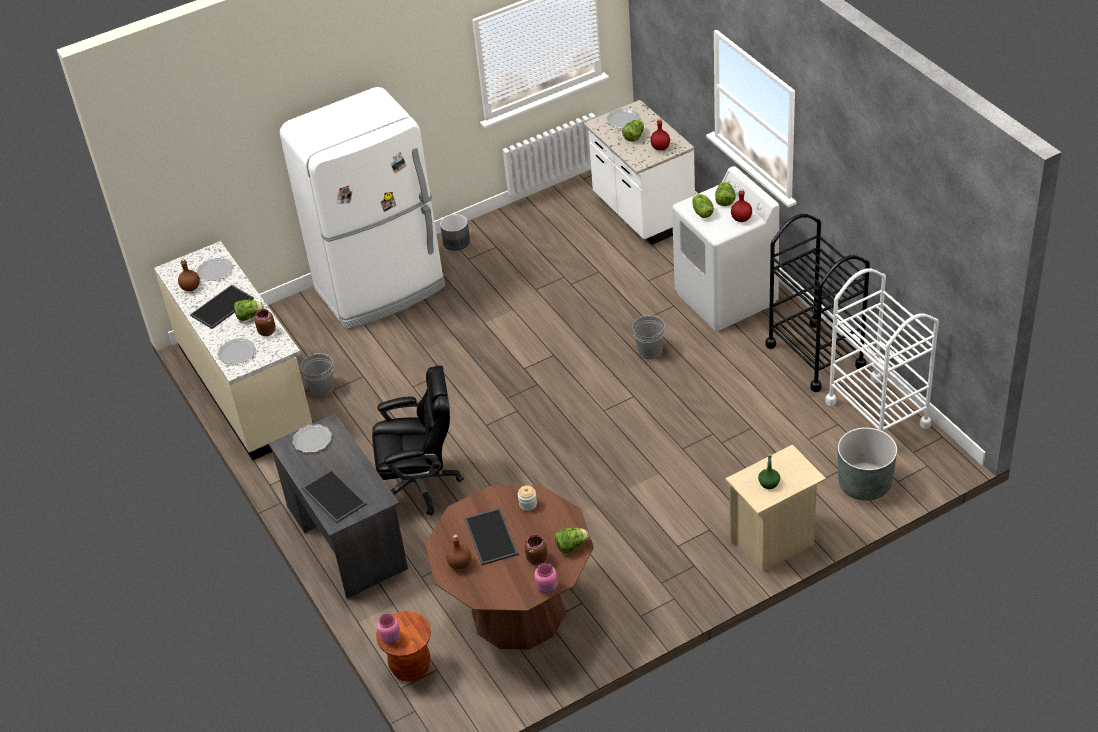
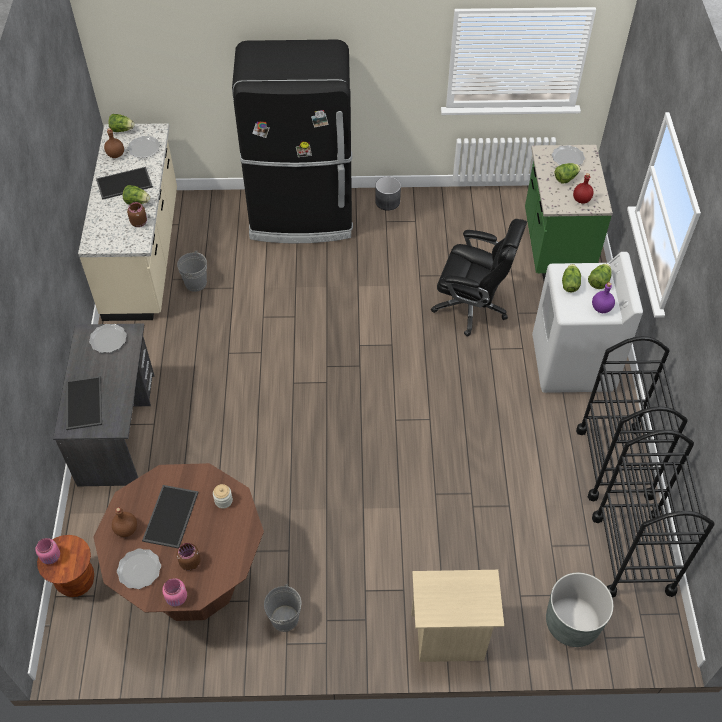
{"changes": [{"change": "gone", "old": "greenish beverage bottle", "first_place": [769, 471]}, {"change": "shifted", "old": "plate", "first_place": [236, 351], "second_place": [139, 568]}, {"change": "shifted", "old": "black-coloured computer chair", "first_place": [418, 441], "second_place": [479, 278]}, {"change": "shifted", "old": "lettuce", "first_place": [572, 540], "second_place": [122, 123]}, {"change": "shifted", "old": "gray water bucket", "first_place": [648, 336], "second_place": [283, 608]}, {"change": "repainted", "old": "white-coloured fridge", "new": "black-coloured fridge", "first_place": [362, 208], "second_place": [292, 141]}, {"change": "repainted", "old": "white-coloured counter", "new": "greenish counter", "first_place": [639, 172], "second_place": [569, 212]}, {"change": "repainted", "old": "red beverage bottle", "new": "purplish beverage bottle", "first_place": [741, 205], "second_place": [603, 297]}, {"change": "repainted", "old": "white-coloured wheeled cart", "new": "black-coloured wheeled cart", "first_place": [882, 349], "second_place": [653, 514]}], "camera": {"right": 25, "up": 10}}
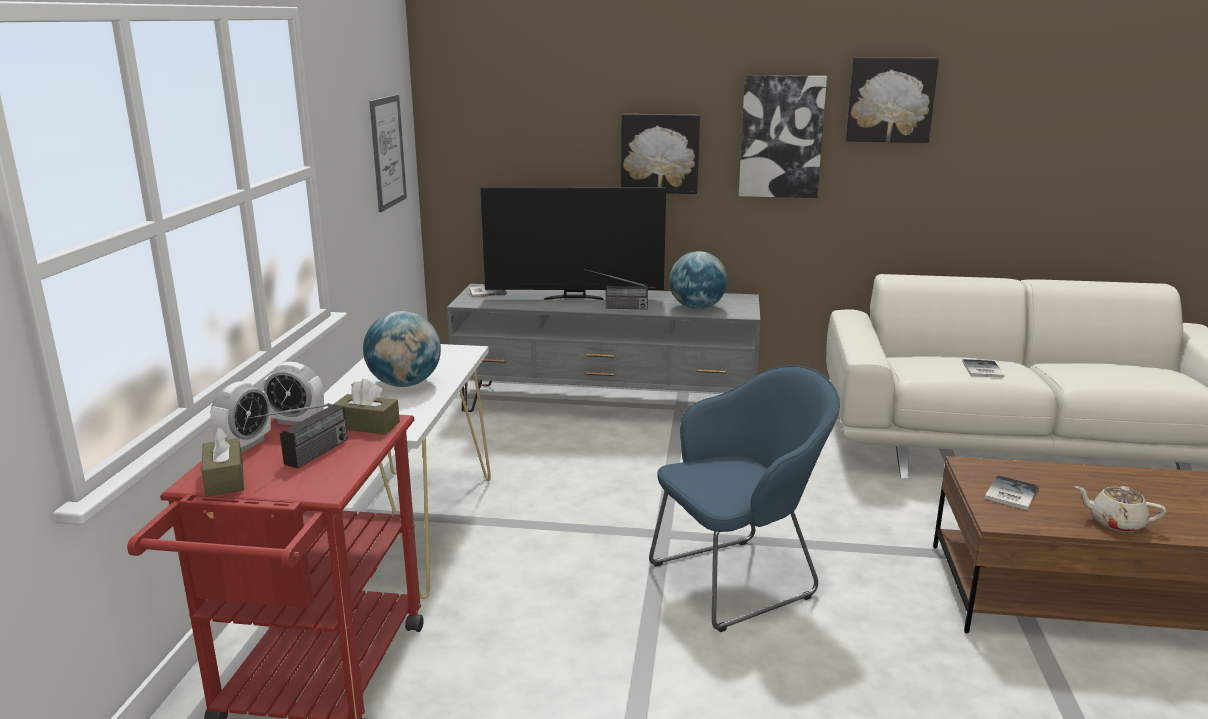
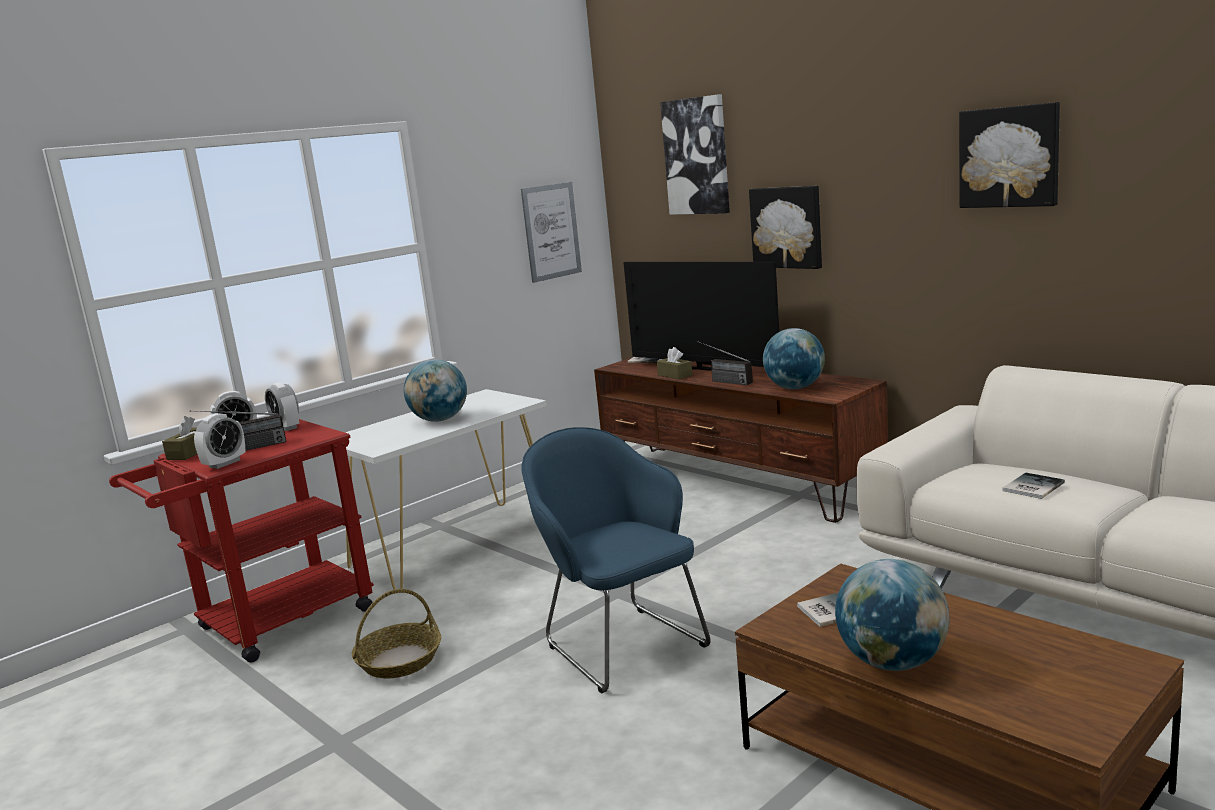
{"changes": [{"change": "new", "new": "alarm clock", "second_place": [220, 441]}, {"change": "new", "new": "basket", "second_place": [396, 634]}, {"change": "shifted", "old": "brownish box of tissues", "first_place": [367, 406], "second_place": [674, 363]}, {"change": "shifted", "old": "wall art", "first_place": [783, 136], "second_place": [695, 154]}, {"change": "swapped", "old": "beige tea pot", "new": "world globe", "first_place": [1120, 509], "second_place": [892, 615]}, {"change": "repainted", "old": "gray tv unit", "new": "brownish tv unit", "first_place": [603, 348], "second_place": [741, 440]}, {"change": "rotated", "old": "blue-coloured armchair", "first_place": [744, 499], "second_place": [616, 560], "degrees": -135}], "camera": {"right": 40, "up": -5}}
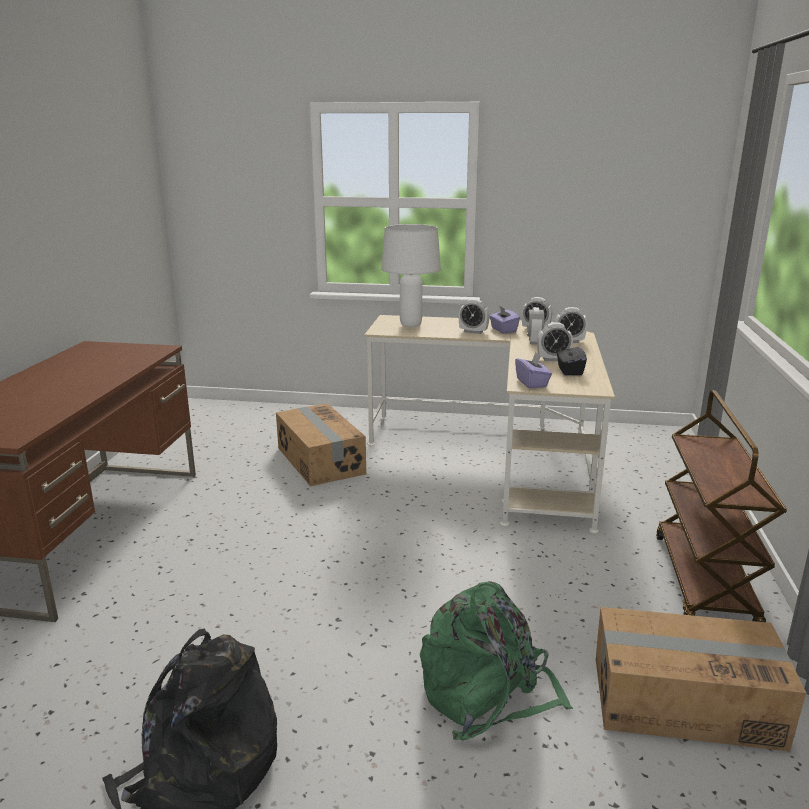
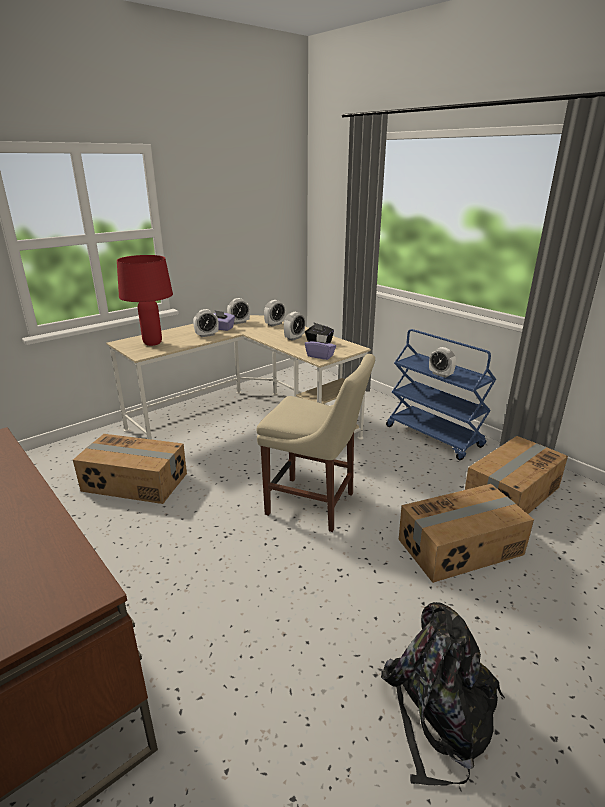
{"changes": [{"change": "new", "new": "beige chair", "second_place": [315, 443]}, {"change": "shifted", "old": "alarm clock", "first_place": [535, 325], "second_place": [442, 362]}, {"change": "swapped", "old": "greenish backpack", "new": "carton", "first_place": [496, 660], "second_place": [466, 533]}, {"change": "repainted", "old": "white-coloured tabletop lamp", "new": "red tabletop lamp", "first_place": [411, 275], "second_place": [145, 300]}, {"change": "repainted", "old": "brownish wheeled cart", "new": "blue-coloured wheeled cart", "first_place": [721, 506], "second_place": [441, 394]}], "camera": {"right": -50, "up": 5}}
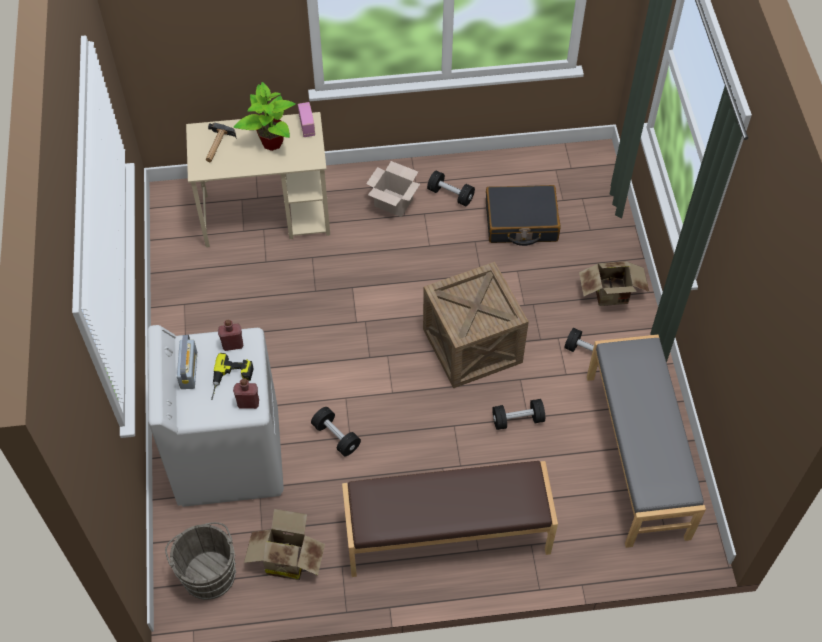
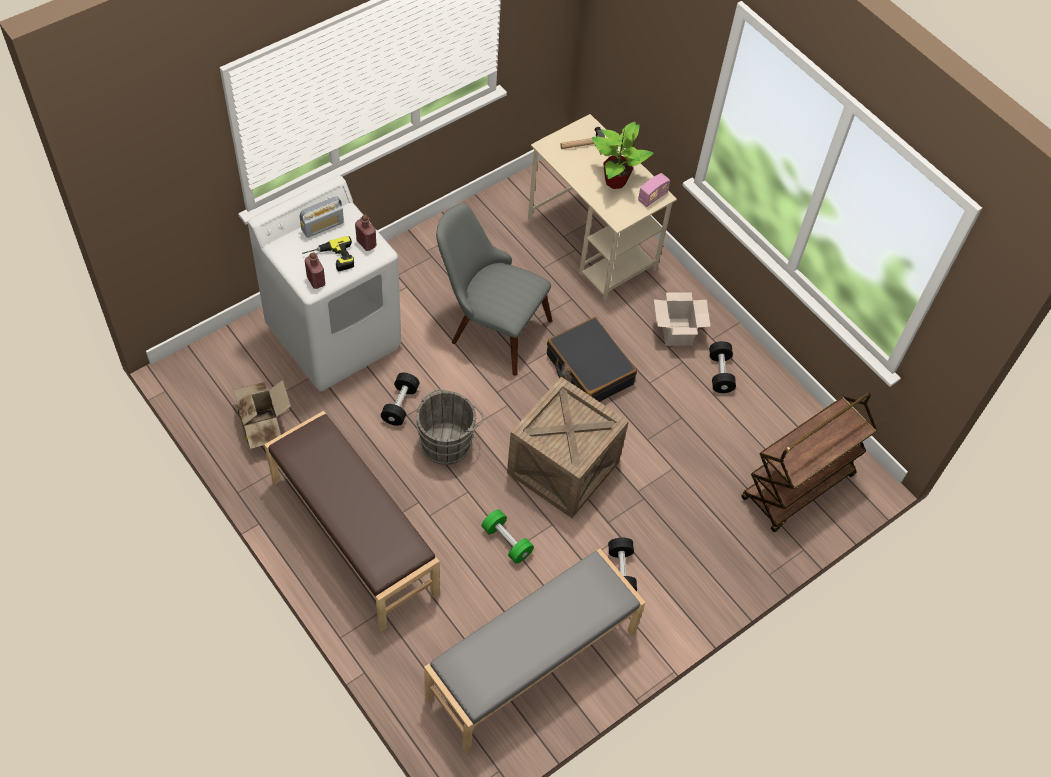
{"changes": [{"change": "gone", "old": "carton", "first_place": [614, 283]}, {"change": "new", "new": "gray chair", "second_place": [494, 289]}, {"change": "new", "new": "brownish wheeled cart", "second_place": [809, 462]}, {"change": "shifted", "old": "gray water bucket", "first_place": [200, 561], "second_place": [450, 427]}, {"change": "shifted", "old": "black-coloured suitcase", "first_place": [523, 215], "second_place": [592, 359]}, {"change": "repainted", "old": "black-coloured hand weight", "new": "greenish hand weight", "first_place": [518, 414], "second_place": [507, 536]}], "camera": {"right": 55, "up": 0}}
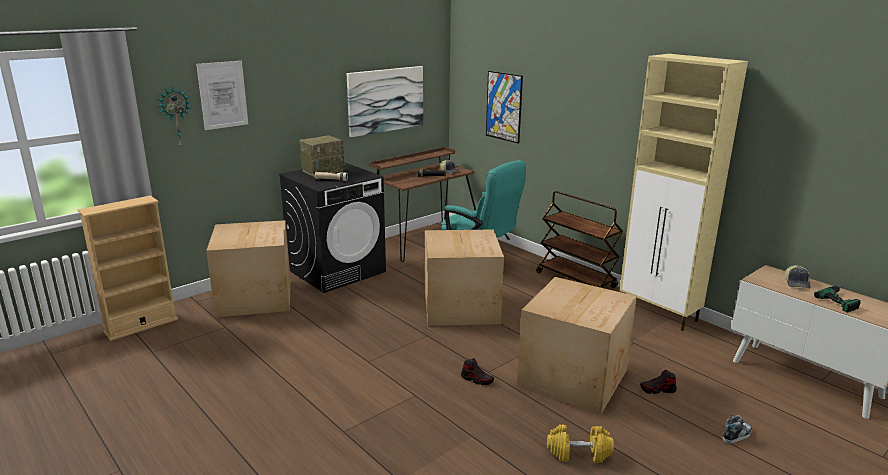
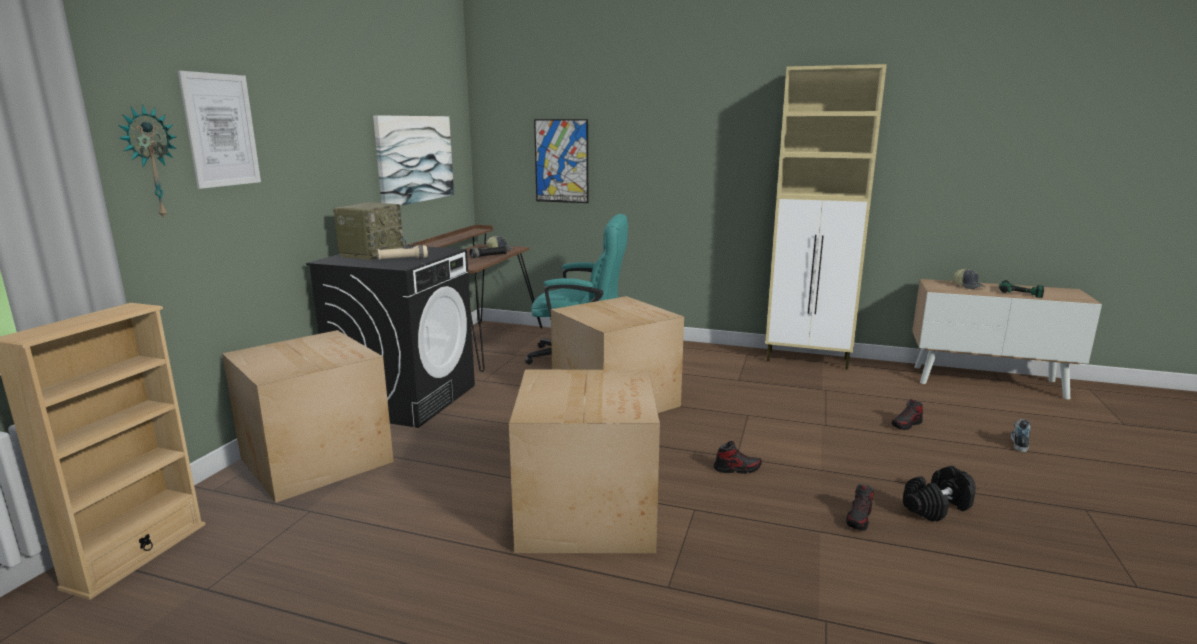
{"changes": [{"change": "gone", "old": "brownish wheeled cart", "first_place": [579, 239]}, {"change": "new", "new": "item of footwear", "second_place": [860, 507]}, {"change": "shifted", "old": "carton", "first_place": [577, 345], "second_place": [584, 461]}, {"change": "repainted", "old": "yellow hand weight", "new": "black-coloured hand weight", "first_place": [580, 443], "second_place": [939, 494]}], "camera": {"right": -30, "up": -5}}
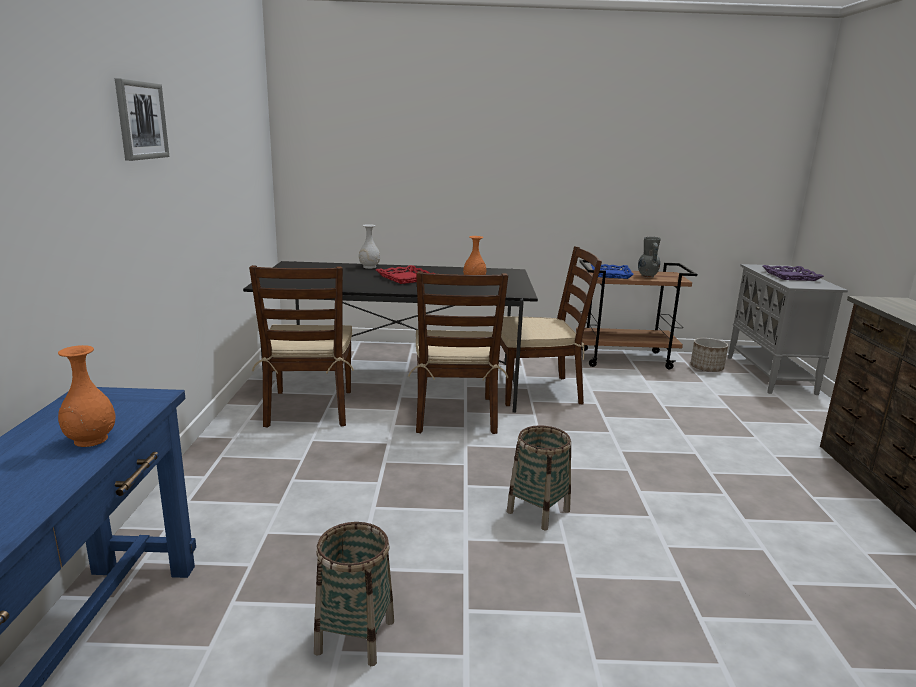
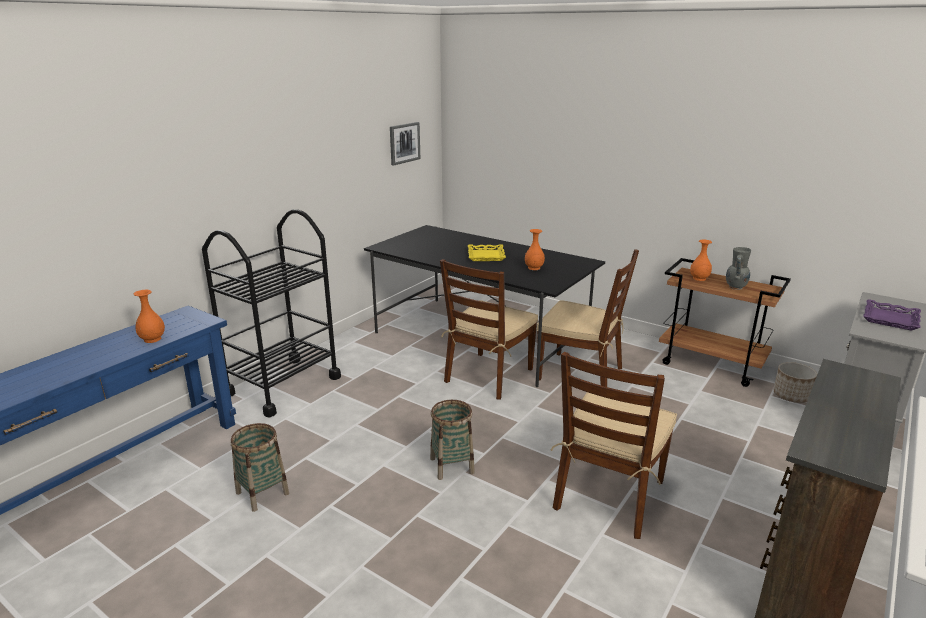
{"changes": [{"change": "gone", "old": "white-coloured vase", "first_place": [369, 246]}, {"change": "new", "new": "black-coloured wheeled cart", "second_place": [271, 313]}, {"change": "shifted", "old": "wall art", "first_place": [142, 119], "second_place": [405, 144]}, {"change": "shifted", "old": "brownish chair", "first_place": [301, 346], "second_place": [614, 445]}, {"change": "swapped", "old": "blue-coloured serving tray", "new": "orange-coloured vase", "first_place": [612, 271], "second_place": [701, 260]}, {"change": "repainted", "old": "red serving tray", "new": "yellow serving tray", "first_place": [406, 274], "second_place": [487, 252]}], "camera": {"right": 35, "up": 5}}
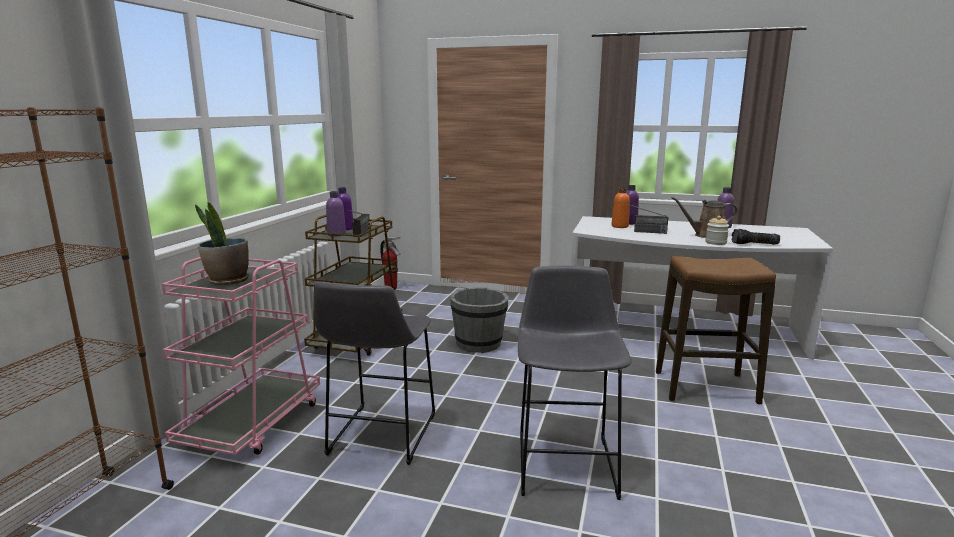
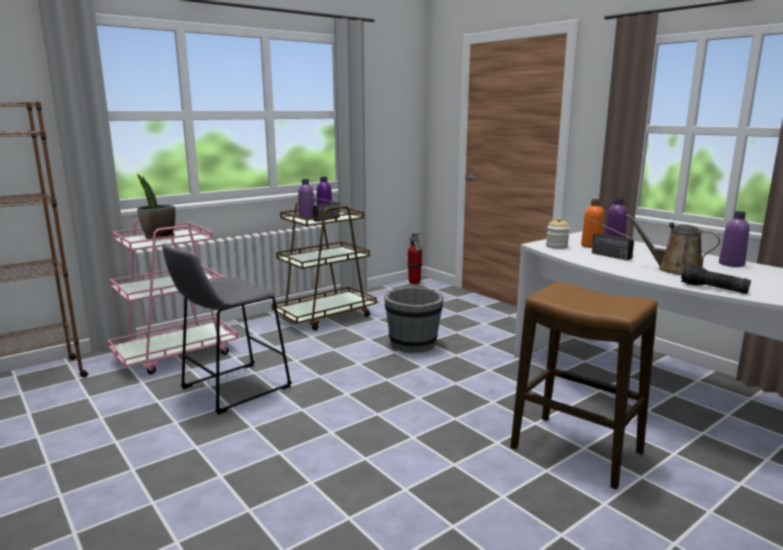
{"changes": [{"change": "gone", "old": "gray sitting stool", "first_place": [574, 382]}, {"change": "shifted", "old": "storage jar", "first_place": [717, 230], "second_place": [558, 233]}], "camera": {"right": 35, "up": 0}}
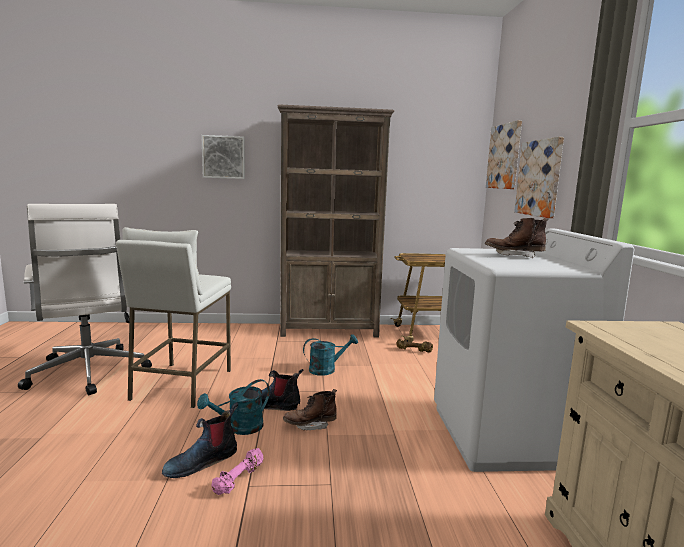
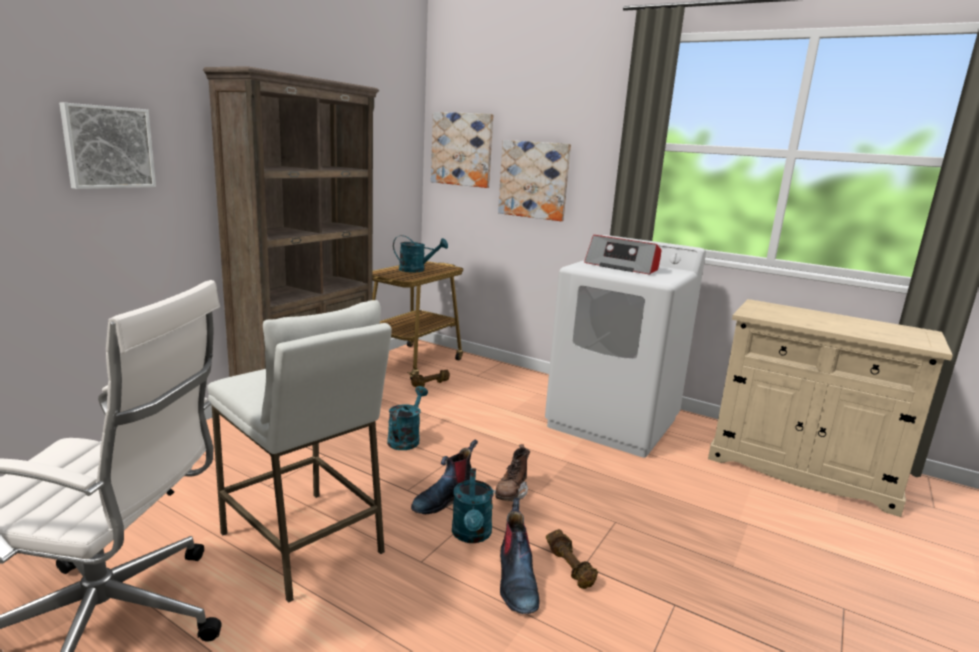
{"changes": [{"change": "new", "new": "turquoise watering pot", "second_place": [420, 253]}, {"change": "swapped", "old": "brownish high-top boot", "new": "radio receiver", "first_place": [517, 238], "second_place": [623, 255]}, {"change": "repainted", "old": "pink-coloured hand weight", "new": "brownish hand weight", "first_place": [237, 471], "second_place": [572, 559]}], "camera": {"right": -55, "up": 5}}
